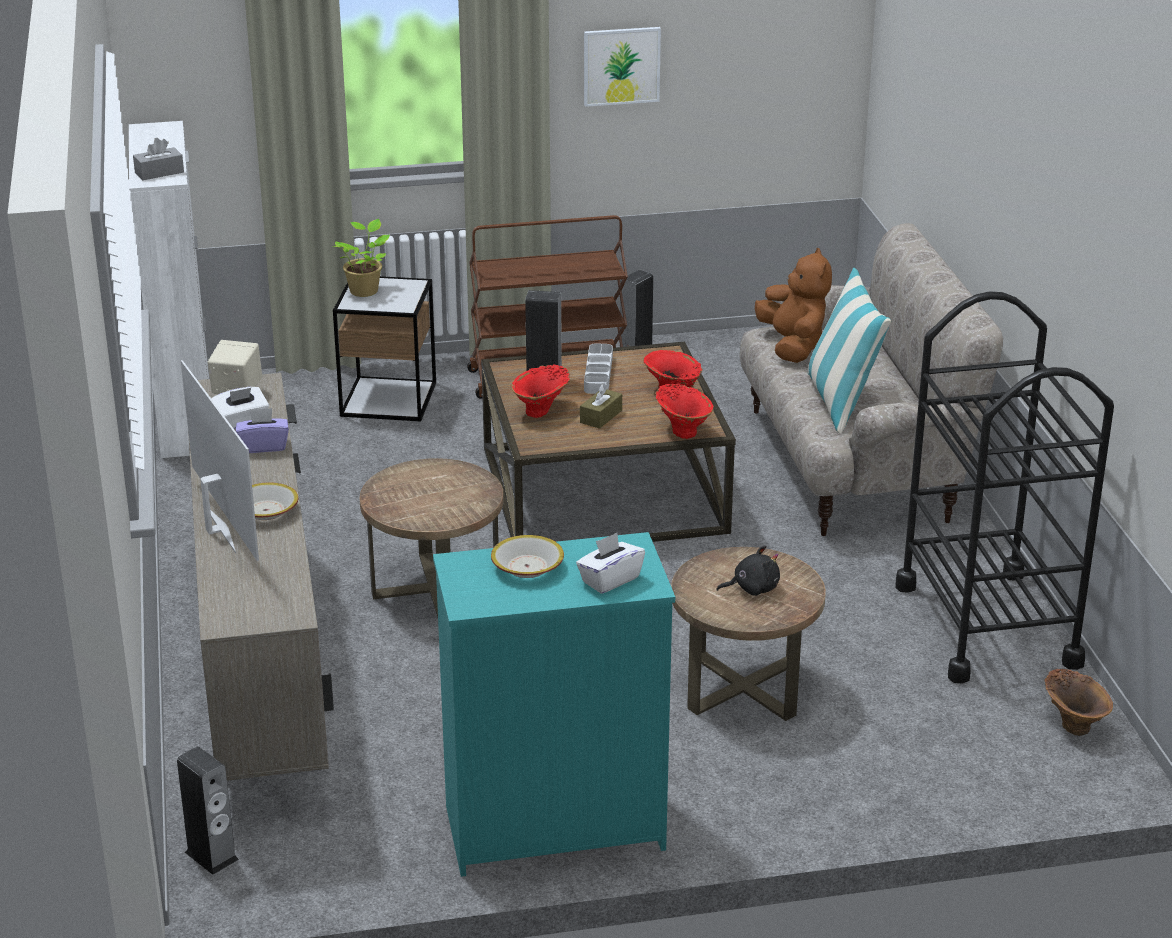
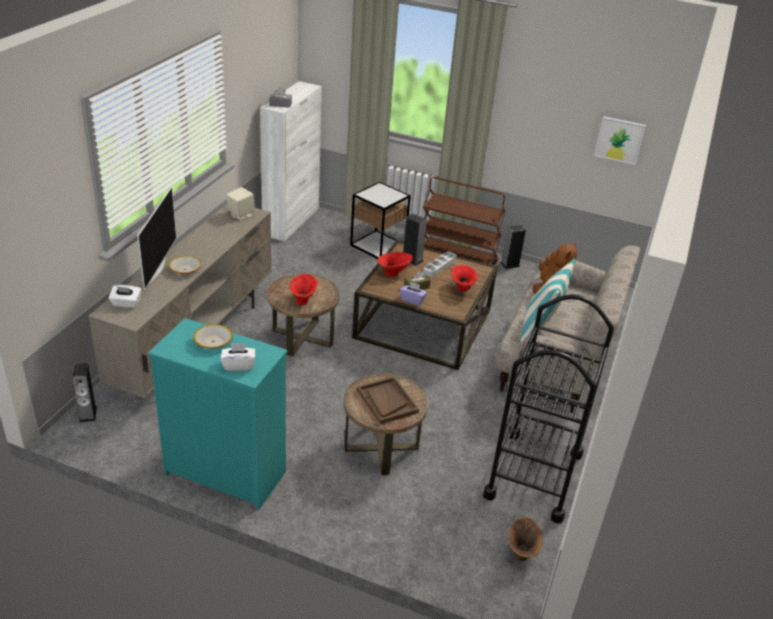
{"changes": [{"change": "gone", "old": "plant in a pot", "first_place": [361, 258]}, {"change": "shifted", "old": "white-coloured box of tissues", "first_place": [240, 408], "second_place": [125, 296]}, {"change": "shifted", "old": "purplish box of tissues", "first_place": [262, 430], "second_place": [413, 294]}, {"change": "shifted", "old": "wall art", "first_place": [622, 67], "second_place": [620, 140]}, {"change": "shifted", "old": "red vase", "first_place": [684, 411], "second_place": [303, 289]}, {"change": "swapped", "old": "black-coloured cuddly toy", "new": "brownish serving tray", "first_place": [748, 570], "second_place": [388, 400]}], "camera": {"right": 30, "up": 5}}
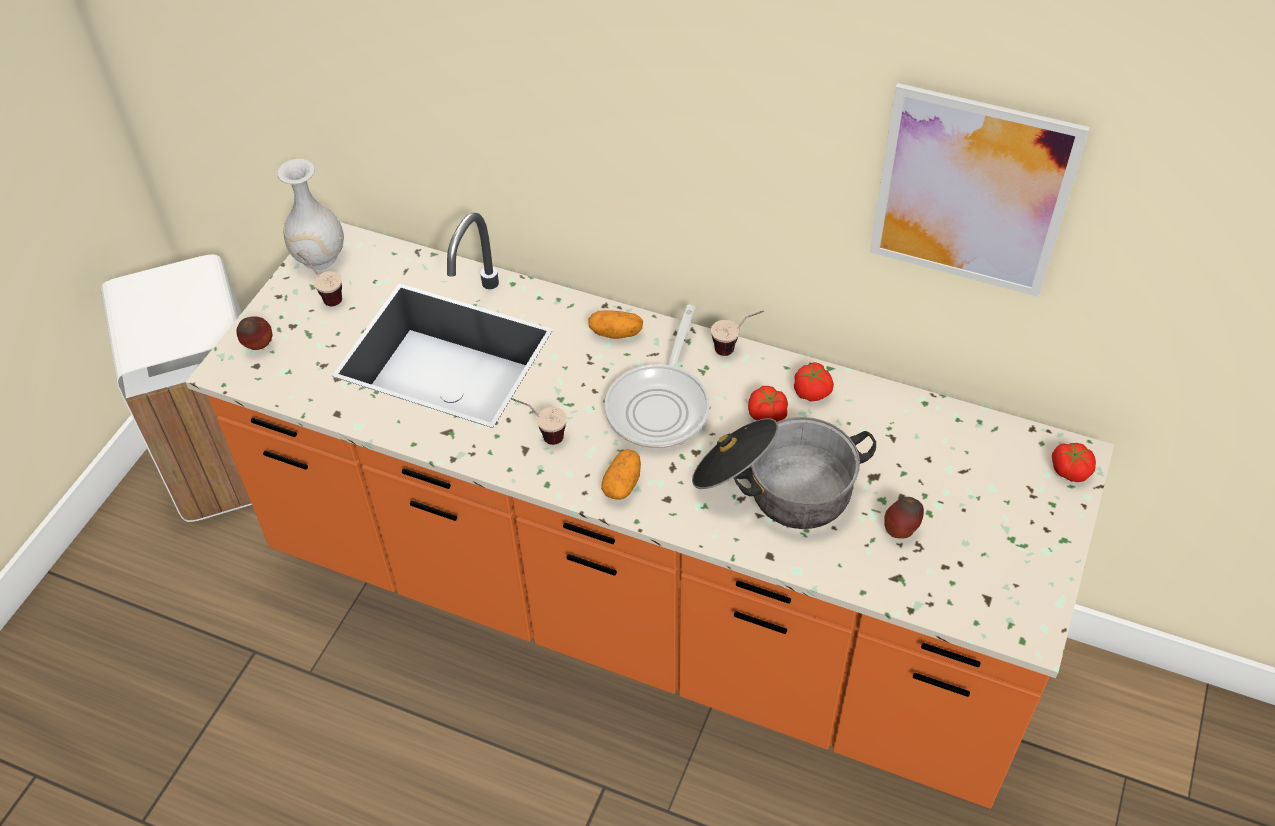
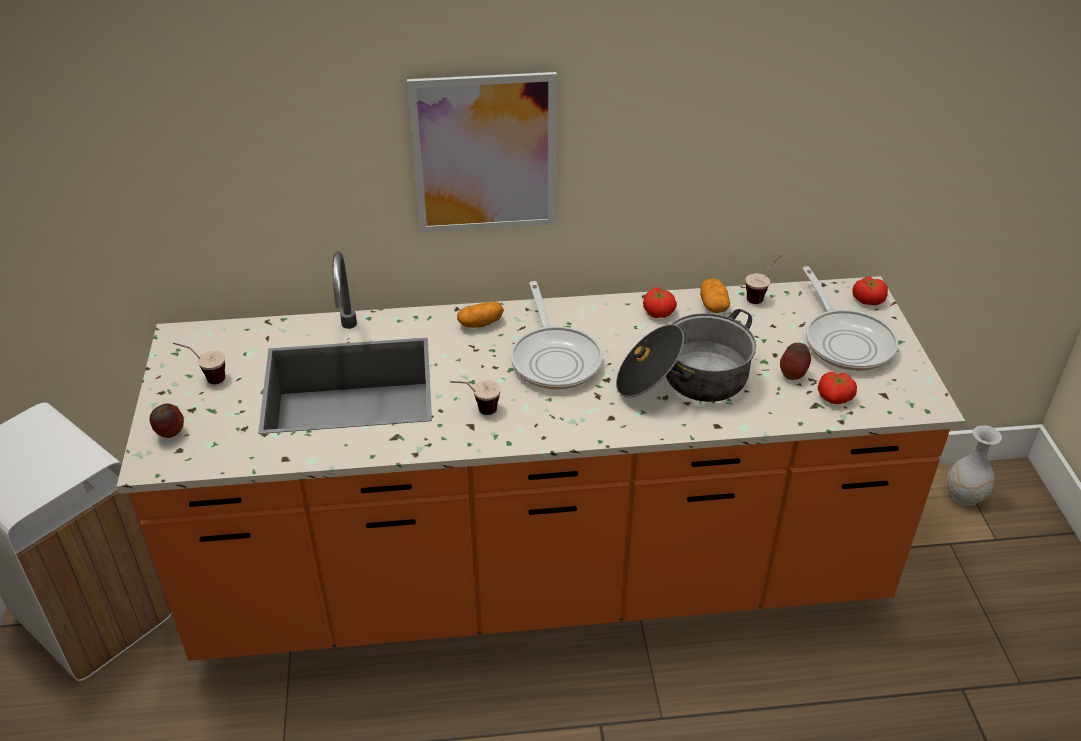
{"changes": [{"change": "new", "new": "skillet", "second_place": [850, 318]}, {"change": "shifted", "old": "white-coloured vase", "first_place": [310, 214], "second_place": [974, 465]}, {"change": "shifted", "old": "whole potato", "first_place": [621, 474], "second_place": [715, 295]}, {"change": "shifted", "old": "drinking cup", "first_place": [737, 333], "second_place": [764, 279]}, {"change": "shifted", "old": "tomato", "first_place": [768, 404], "second_place": [837, 388]}, {"change": "shifted", "old": "wall art", "first_place": [980, 190], "second_place": [482, 152]}], "camera": {"right": -30, "up": -10}}
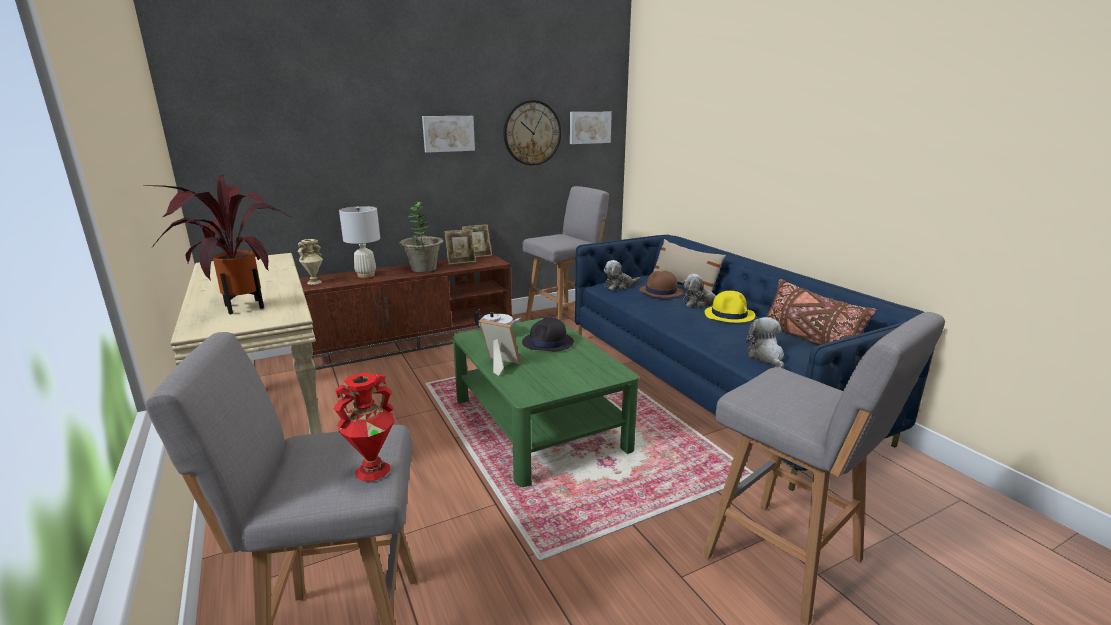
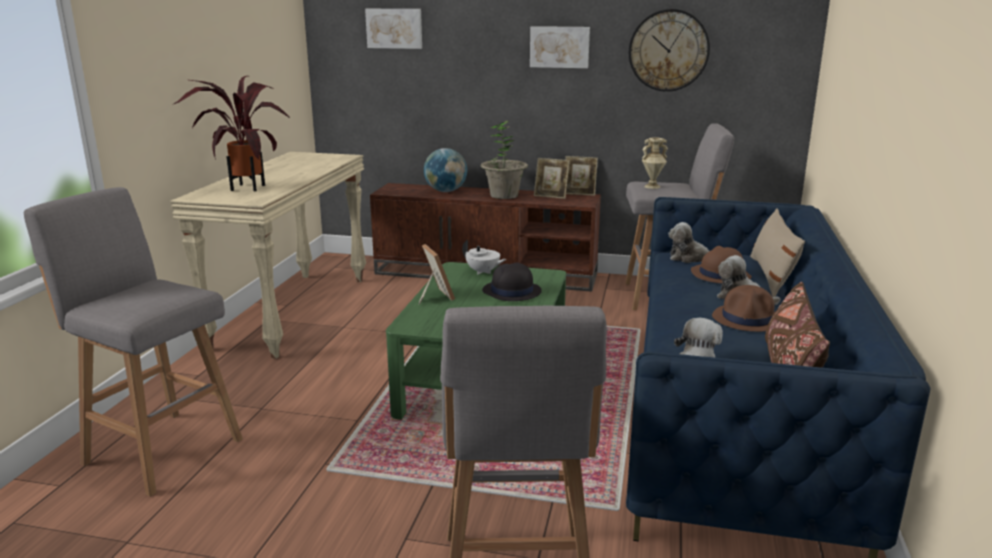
{"changes": [{"change": "gone", "old": "red vase", "first_place": [363, 427]}, {"change": "shifted", "old": "beige vase", "first_place": [310, 262], "second_place": [655, 163]}, {"change": "shifted", "old": "wall art", "first_place": [591, 128], "second_place": [393, 29]}, {"change": "swapped", "old": "white-coloured tabletop lamp", "new": "world globe", "first_place": [359, 242], "second_place": [445, 170]}, {"change": "repainted", "old": "yellow clothing hat", "new": "brownish clothing hat", "first_place": [730, 307], "second_place": [743, 308]}], "camera": {"right": 40, "up": 0}}
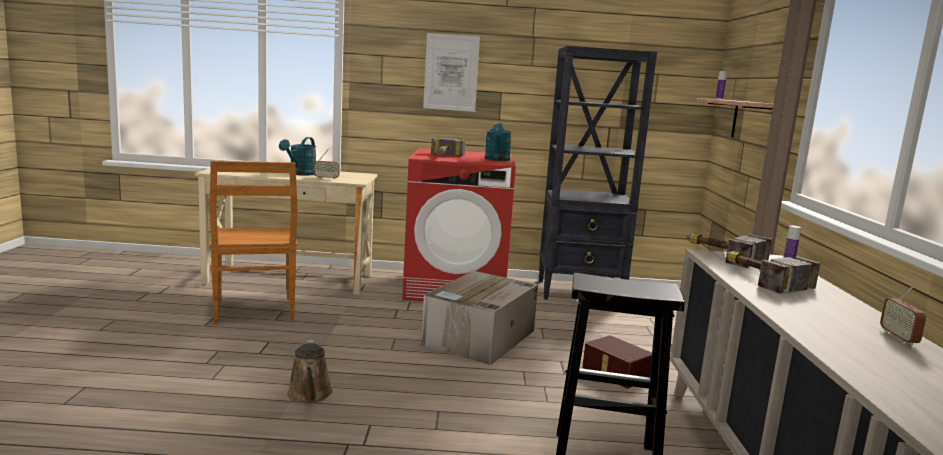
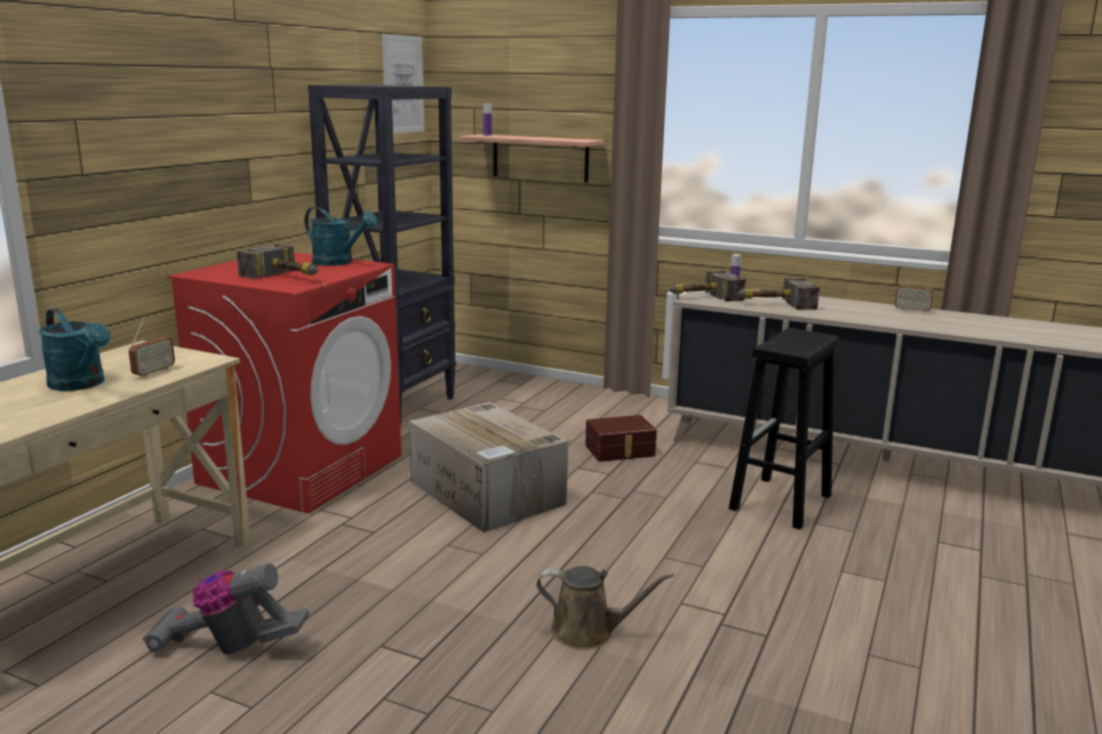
{"changes": [{"change": "shifted", "old": "wall art", "first_place": [451, 72], "second_place": [403, 84]}, {"change": "swapped", "old": "brownish chair", "new": "hoover", "first_place": [253, 242], "second_place": [226, 609]}], "camera": {"right": -65, "up": 5}}
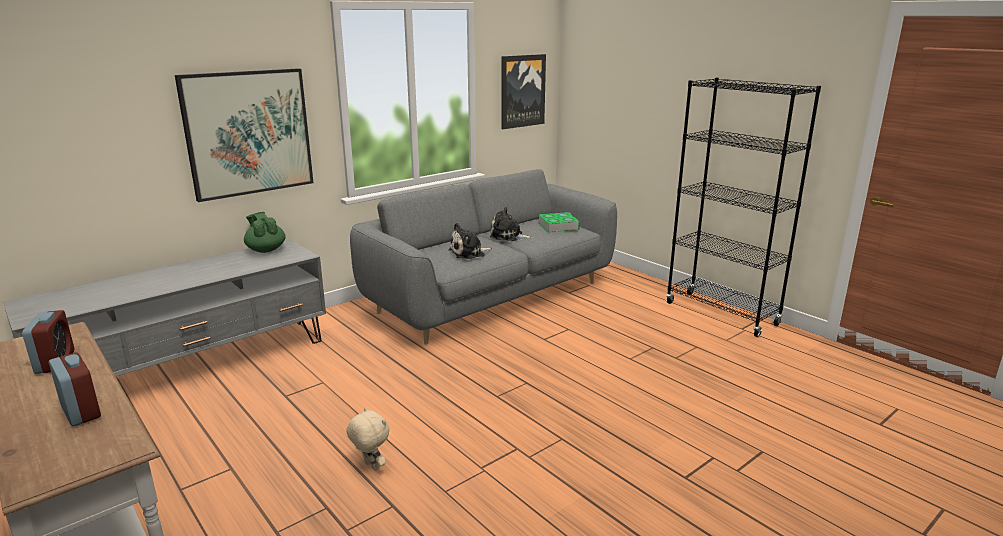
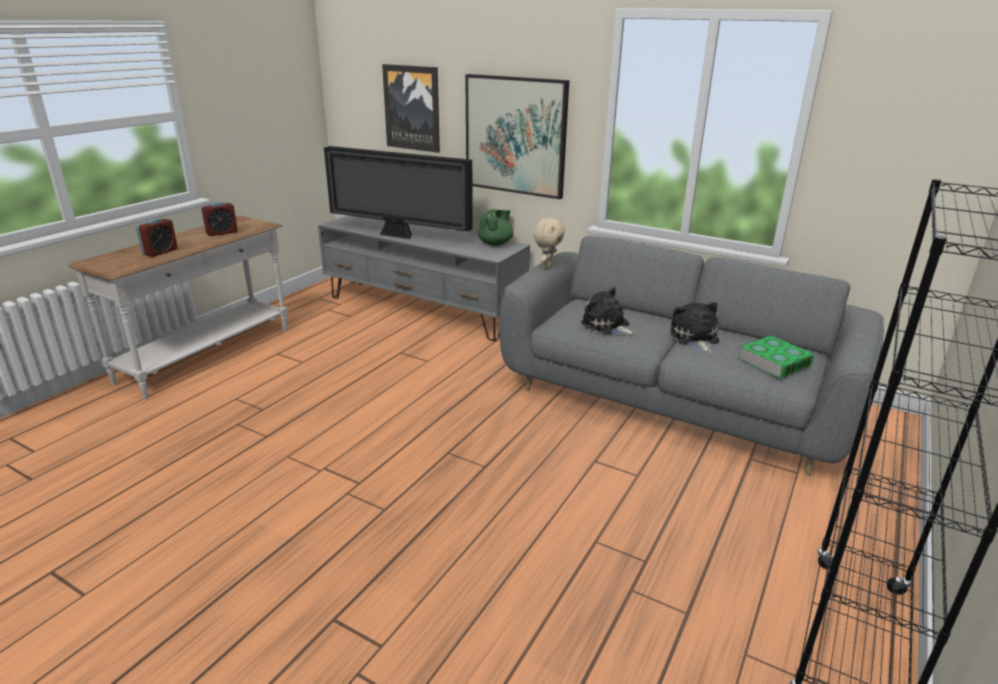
{"changes": [{"change": "new", "new": "TV set", "second_place": [398, 192]}, {"change": "shifted", "old": "beige cuddly toy", "first_place": [368, 439], "second_place": [549, 243]}, {"change": "shifted", "old": "wall art", "first_place": [523, 91], "second_place": [411, 108]}], "camera": {"right": 70, "up": 5}}
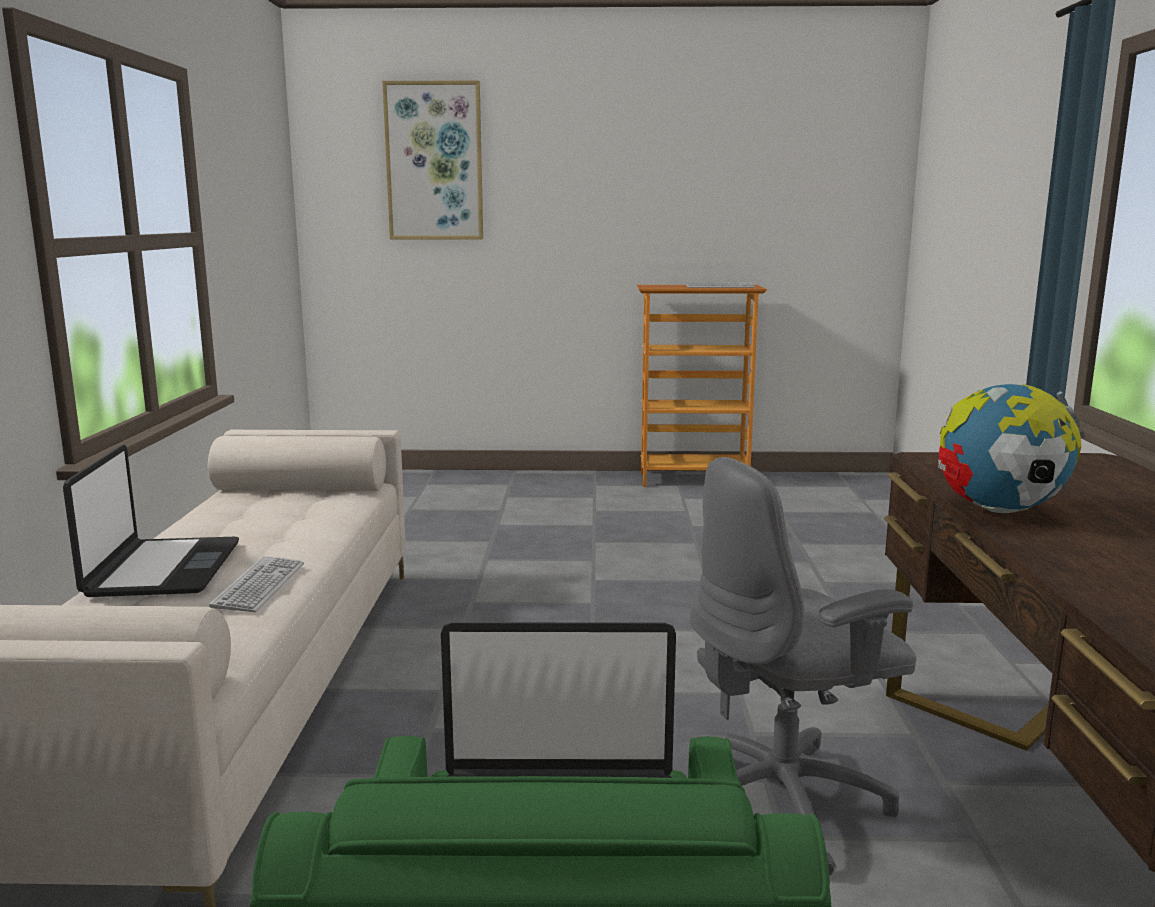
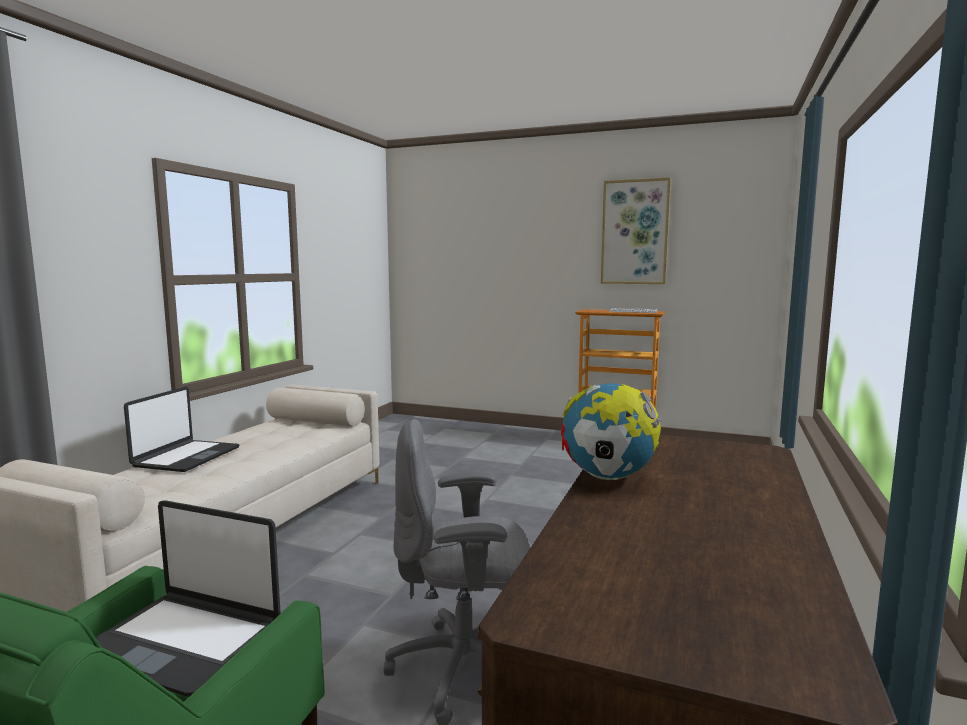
{"changes": [{"change": "gone", "old": "computer keyboard", "first_place": [256, 584]}, {"change": "shifted", "old": "wall art", "first_place": [432, 159], "second_place": [636, 230]}], "camera": {"right": 20, "up": -5}}
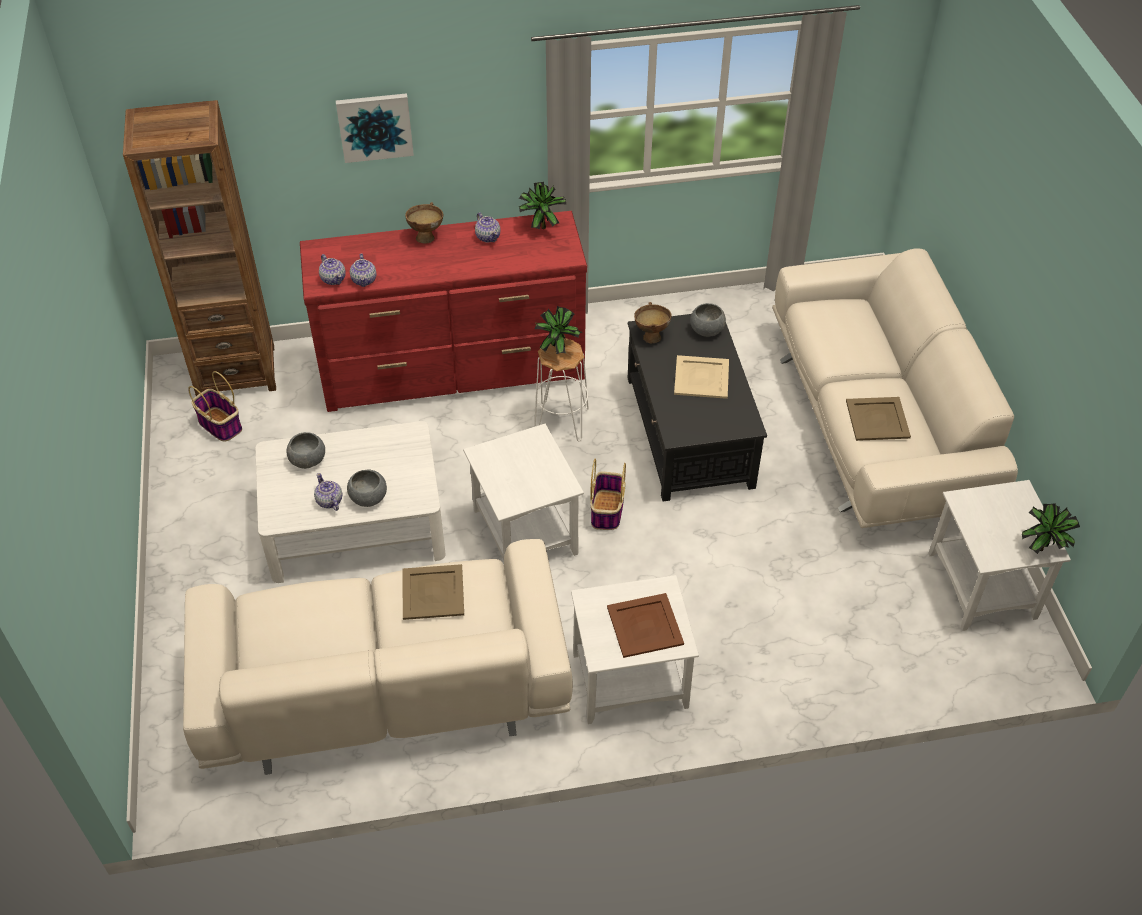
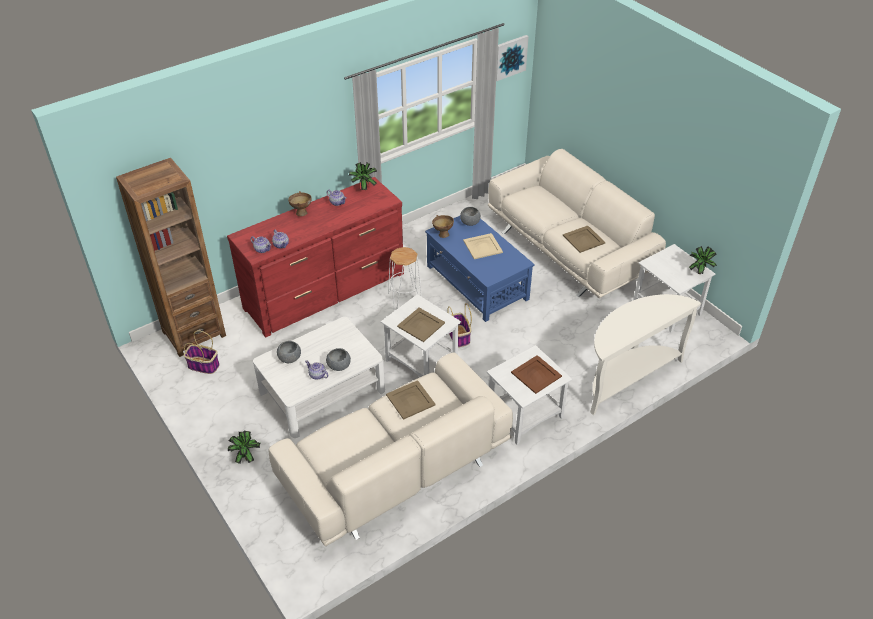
{"changes": [{"change": "new", "new": "beige serving tray", "second_place": [421, 325]}, {"change": "new", "new": "white-coloured narrow table", "second_place": [645, 354]}, {"change": "shifted", "old": "wall art", "first_place": [375, 128], "second_place": [512, 58]}, {"change": "shifted", "old": "plant in a pot", "first_place": [558, 330], "second_place": [244, 447]}, {"change": "repainted", "old": "black-coloured coffee table", "new": "blue-coloured coffee table", "first_place": [697, 407], "second_place": [480, 269]}], "camera": {"right": -25, "up": -5}}
